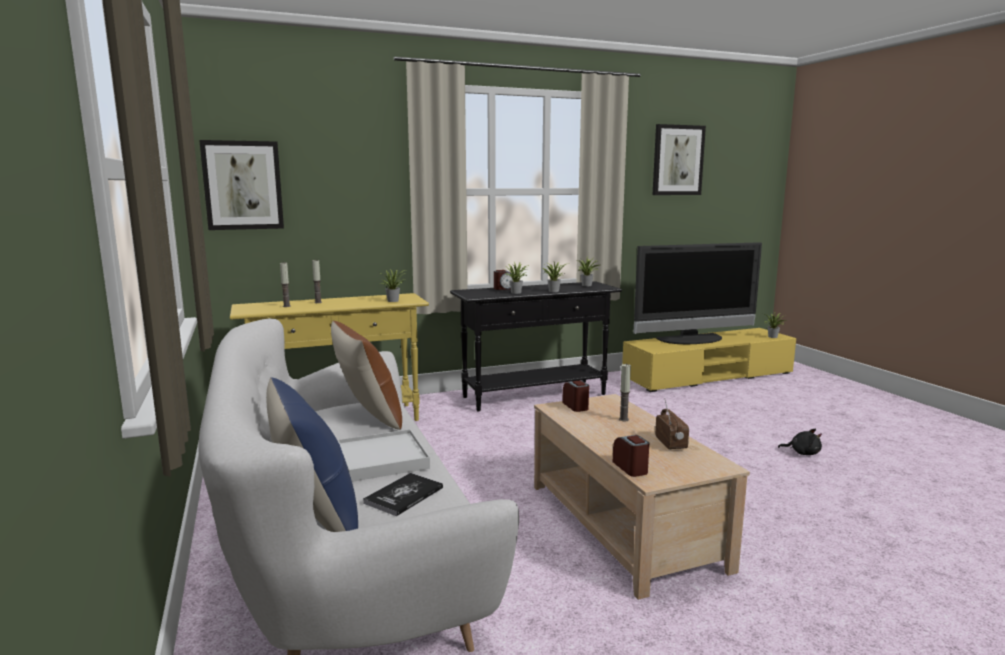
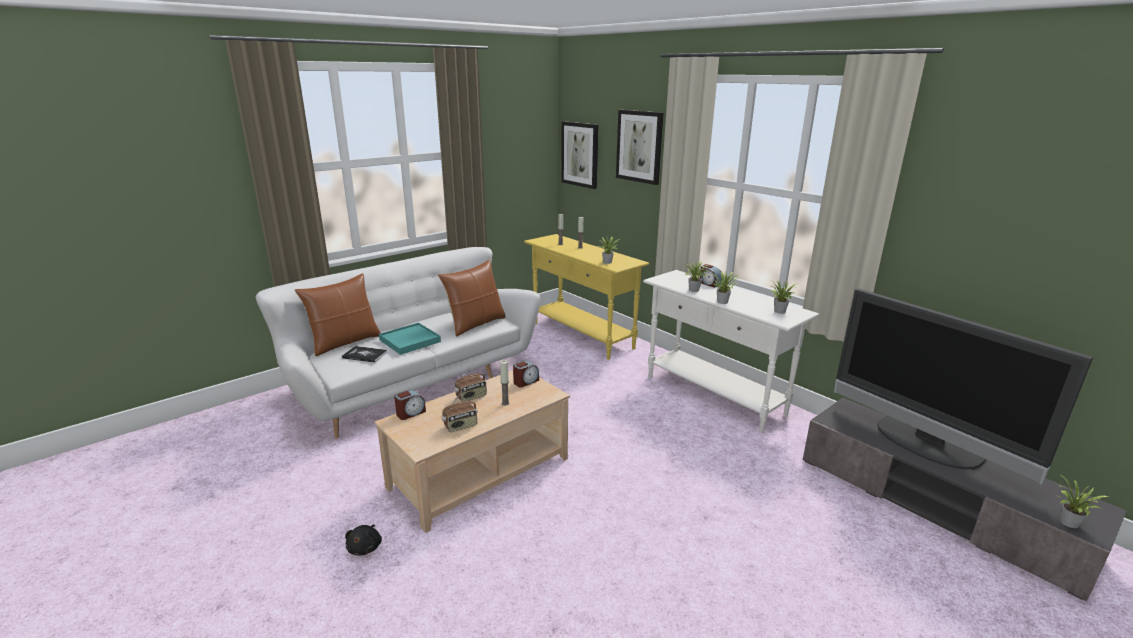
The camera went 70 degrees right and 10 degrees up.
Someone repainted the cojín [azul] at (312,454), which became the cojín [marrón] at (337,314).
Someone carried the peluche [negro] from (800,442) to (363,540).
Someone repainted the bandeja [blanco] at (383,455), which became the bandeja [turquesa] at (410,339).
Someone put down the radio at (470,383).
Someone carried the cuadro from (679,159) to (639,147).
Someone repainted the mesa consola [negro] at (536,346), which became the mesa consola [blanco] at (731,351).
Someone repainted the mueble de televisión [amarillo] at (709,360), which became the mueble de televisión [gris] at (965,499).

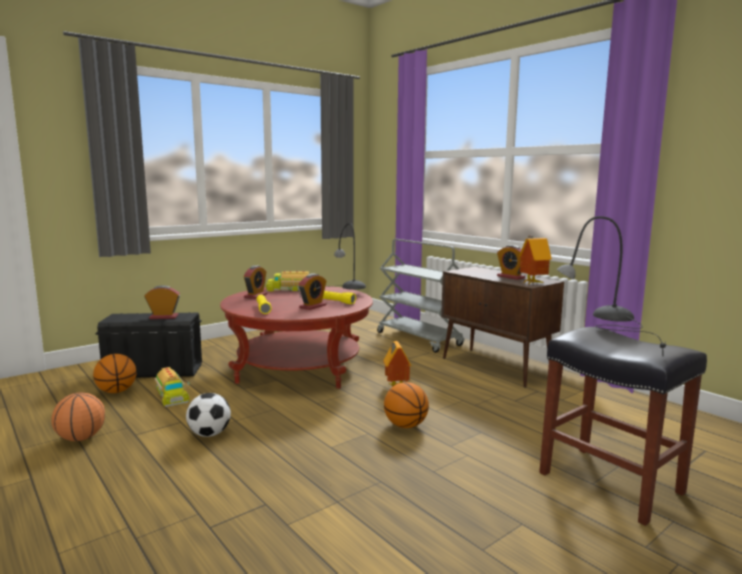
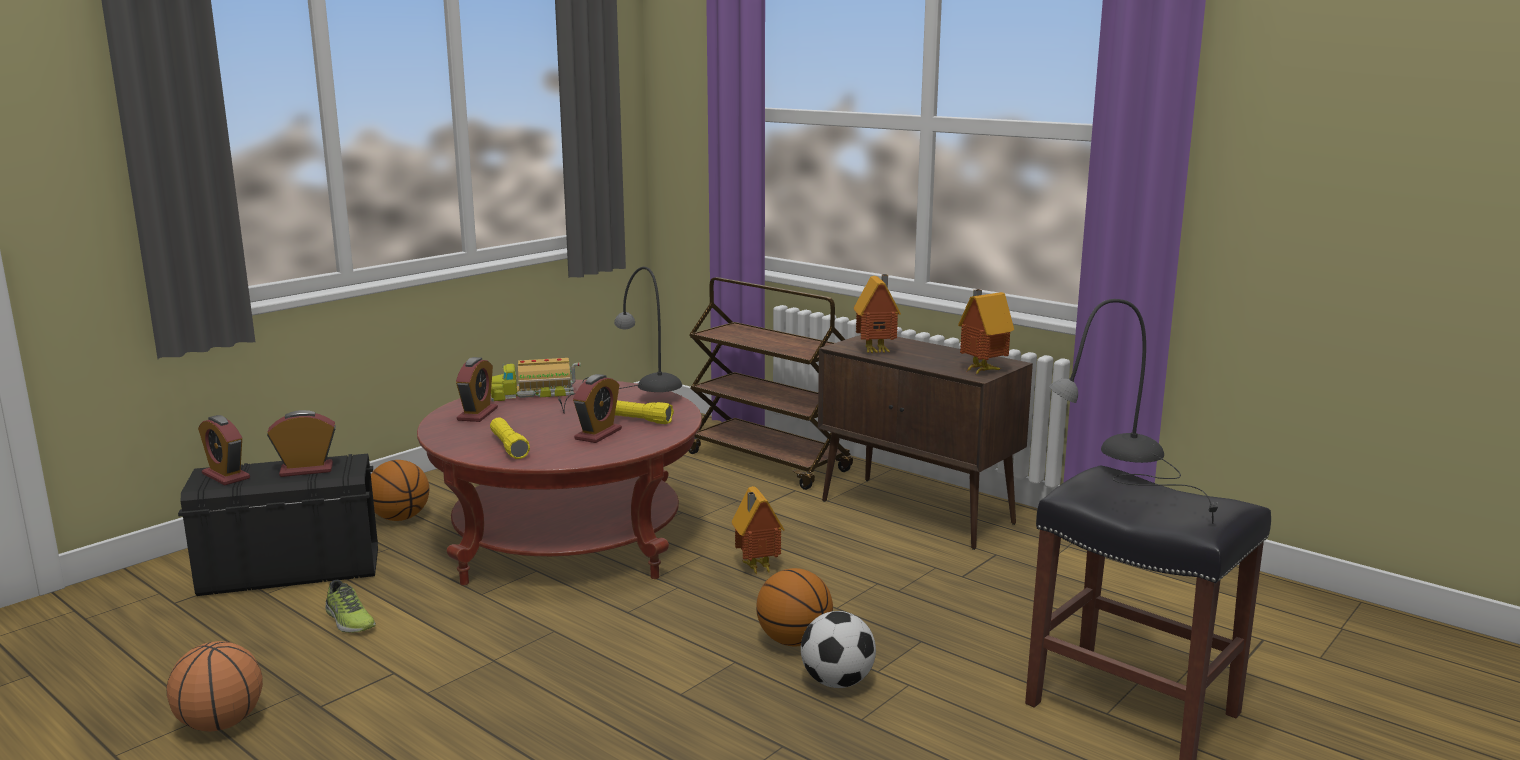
The camera went 10 degrees left and 5 degrees up.
Someone carried the despertador from (511,262) to (224,450).
Someone swapped the camión de juguete at (172,387) for the zapato at (350,606).
Someone carried the balón de baloncesto from (114,373) to (400,490).
Someone repainted the carrito [gris] at (420,296), which became the carrito [marrón] at (771,383).
Someone carried the balón de fútbol from (208,415) to (838,649).
Someone put down the casita at (877,313).

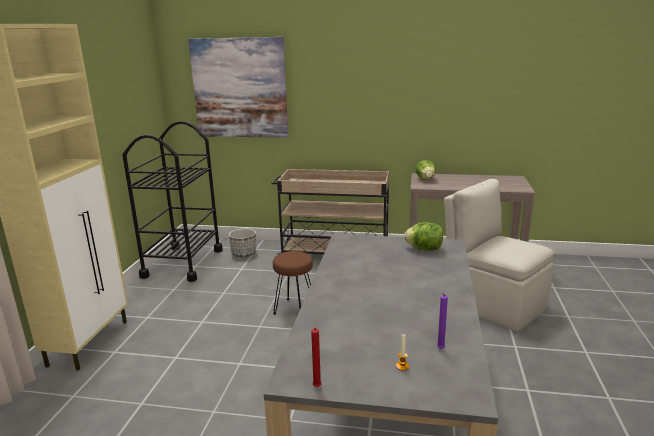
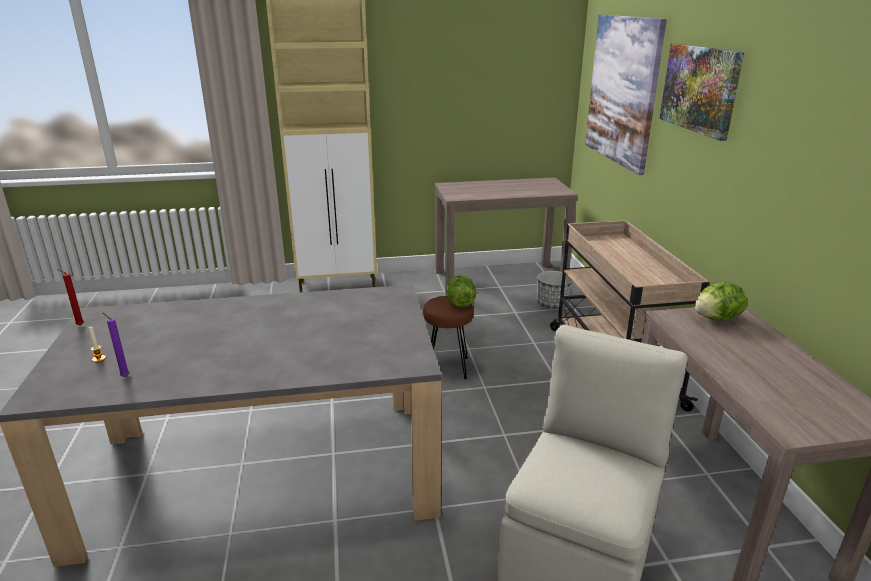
The camera went 70 degrees right and 5 degrees up.
Someone swapped the carrito [negro] at (172,201) for the mesa consola [marrón] at (506,236).
Someone carried the lechuga from (423,236) to (461,291).
Someone put up the cuadro at (701,92).

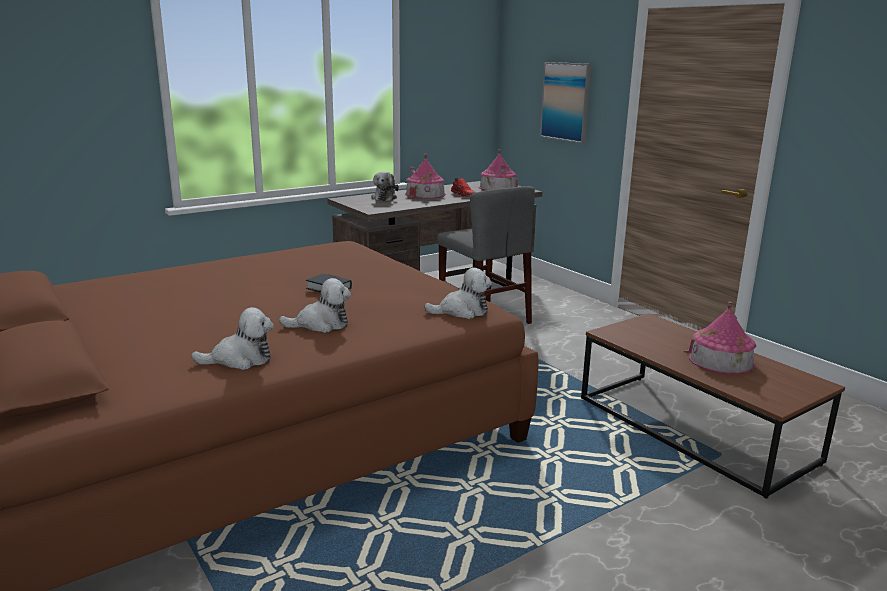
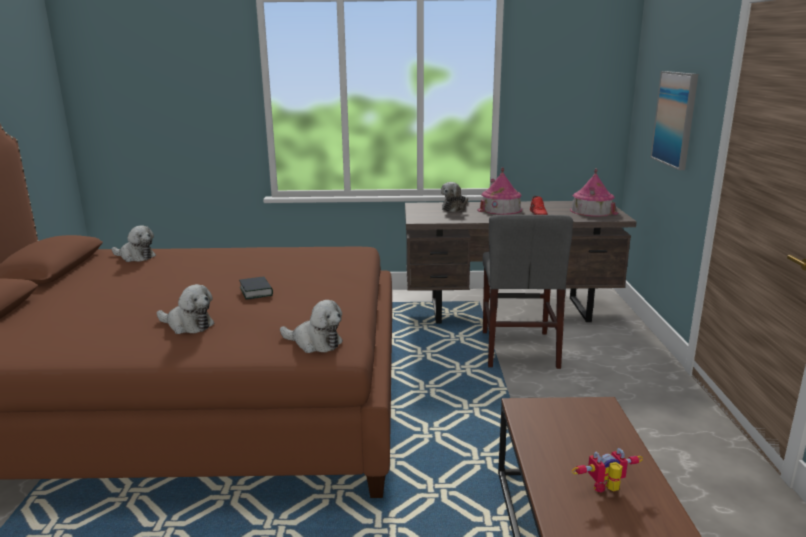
The camera went 35 degrees right and 0 degrees up.
Someone carried the peluche from (232,338) to (134,243).
Someone swapped the casita at (720,338) for the robot de juguete at (607,470).

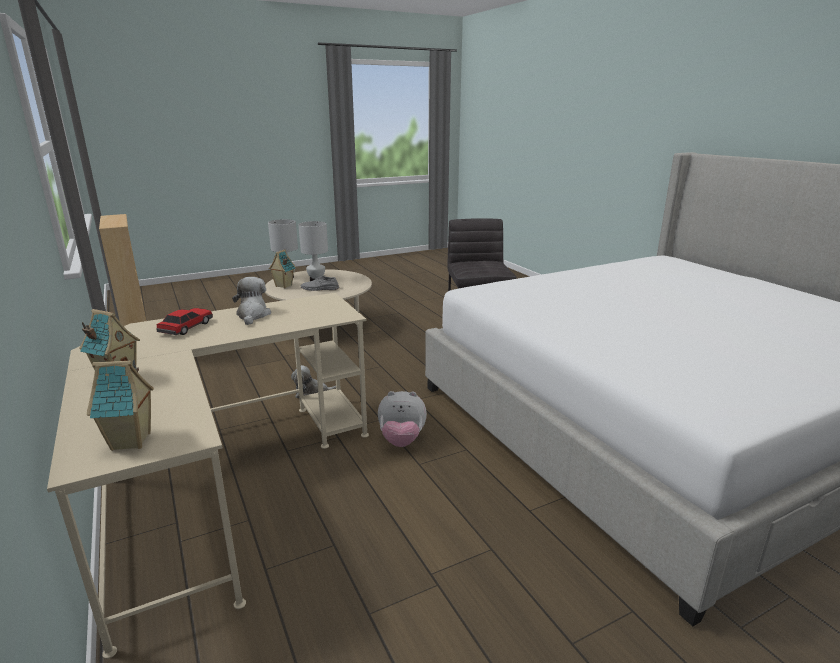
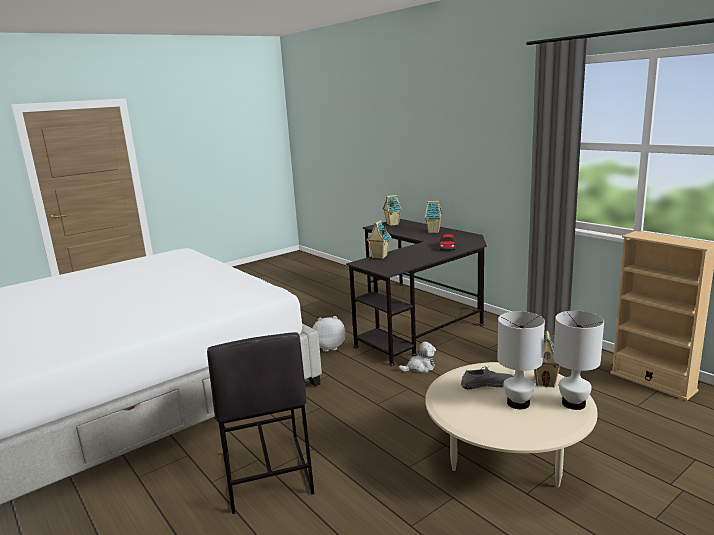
The camera went 170 degrees right and 5 degrees down.
Someone repainted the escritorio [beis] at (208,476), which became the escritorio [negro] at (416,292).
Someone put down the casita at (378,239).
Someone took away the peluche at (251,301).

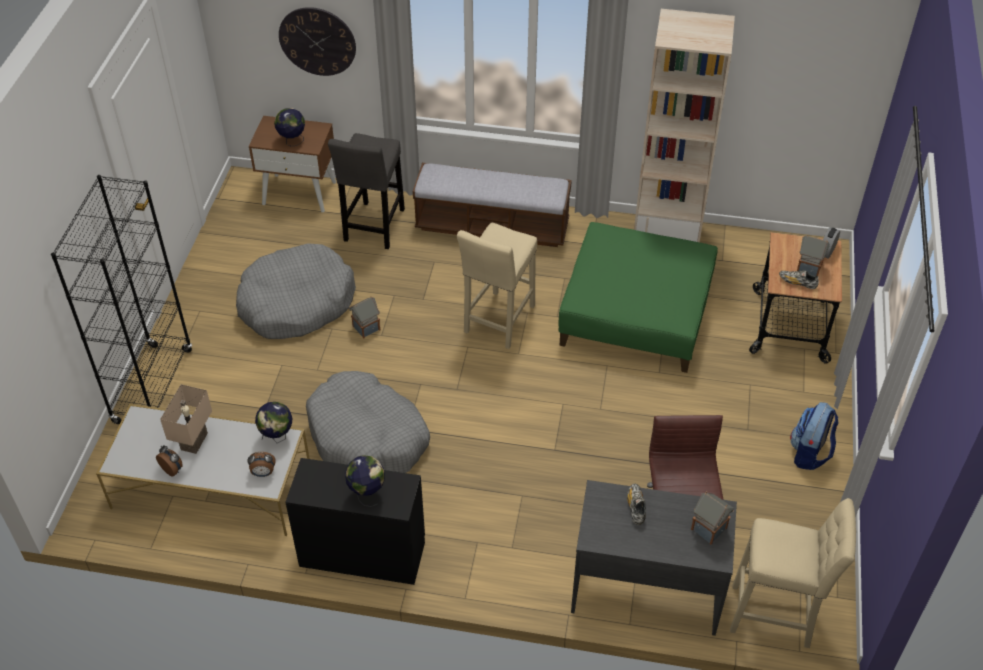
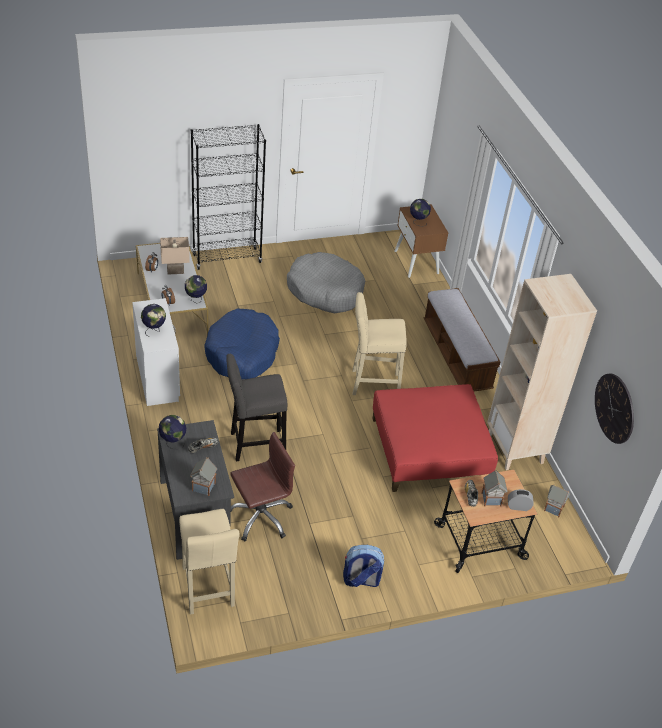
The camera went 60 degrees right and 5 degrees down.
Someone repainted the cómoda [negro] at (355,521), which became the cómoda [blanco] at (156,352).
Someone put down the globo terráqueo at (172,432).
Someone repainted the cama para perro [gris] at (368,422), which became the cama para perro [azul] at (242,344).
Someone carried the taburete [gris] from (366,191) to (256,407).
Someone repainted the puf [verde] at (638,297), which became the puf [rojo] at (435,438).
Someone carried the casita from (364,318) to (557,501).
Someone carried the reloj de pared from (317,41) to (614,408).

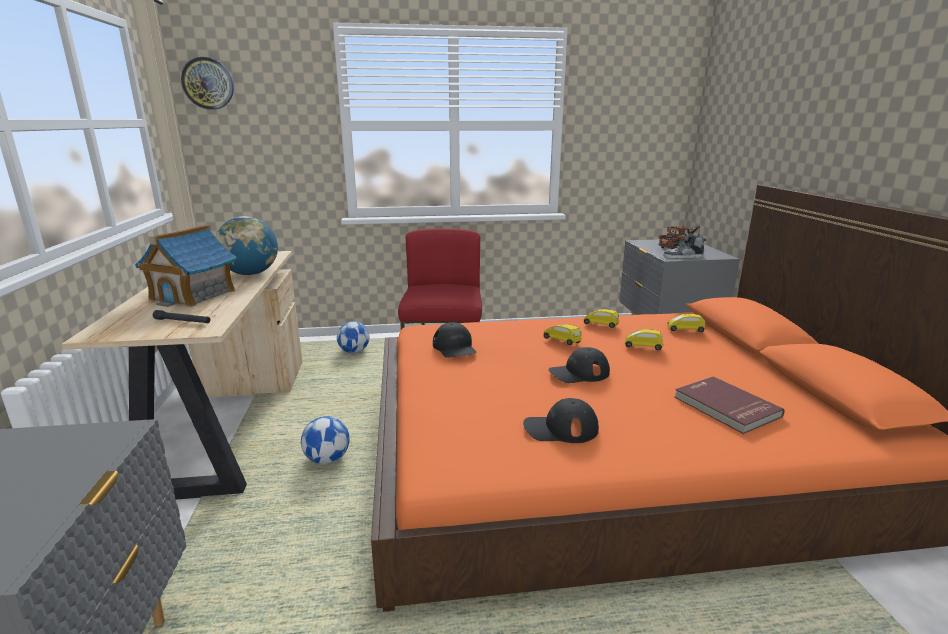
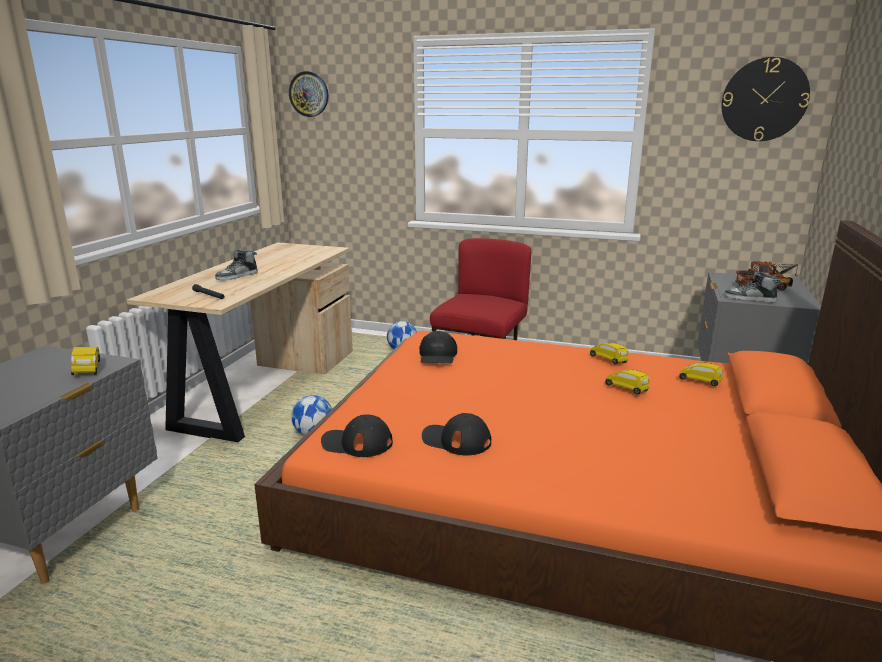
The camera went 25 degrees right and 0 degrees up.
Someone carried the coche de juguete [amarillo] from (562,335) to (85,361).
Someone swapped the casita at (186,266) for the zapato at (236,265).
Someone carried the gorra [negro] from (579,365) to (357,435).
Someone put up the reloj de pared at (765,99).
Someone took away the globo terráqueo at (247,245).
Someone took away the libro [rojo] at (730,405).

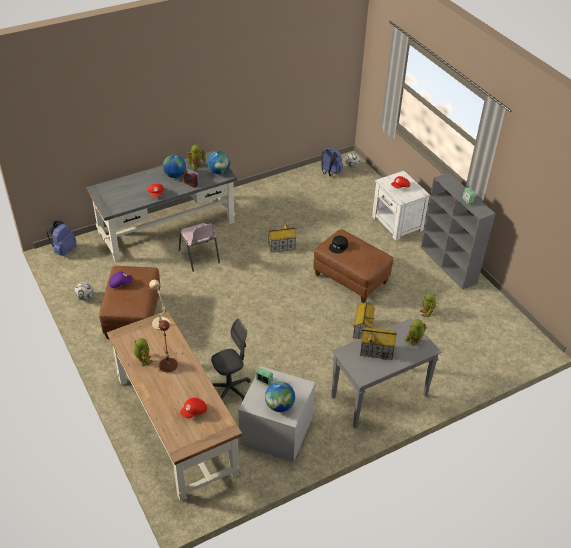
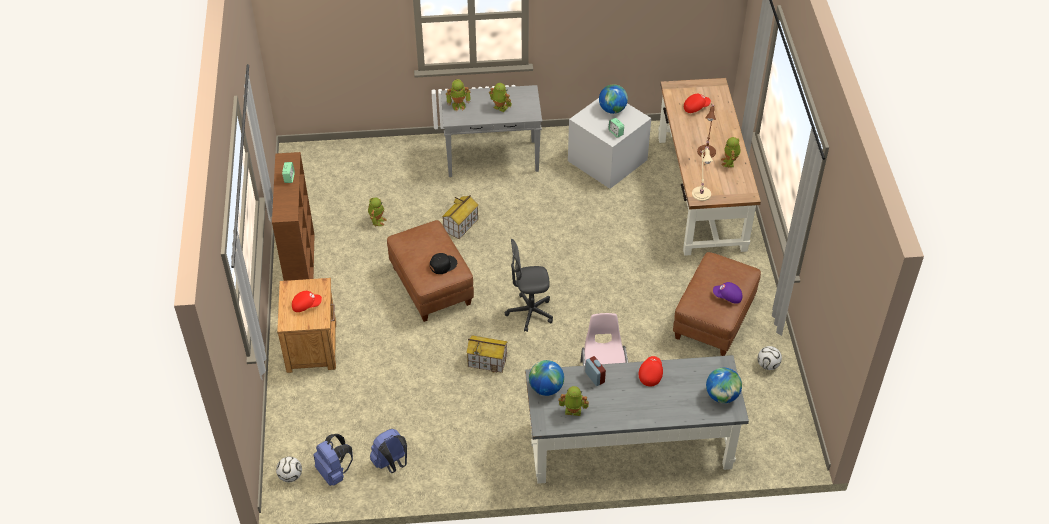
The camera went 155 degrees left and 5 degrees up.
Someone repainted the estantería [gris] at (458,231), which became the estantería [marrón] at (293,216).
Someone repainted the mesita de noche [blanco] at (401,206), which became the mesita de noche [marrón] at (306,325).
Someone carried the mochila [azul] from (61,238) to (388,451).
Someone swapped the casita at (378,343) for the robot de juguete at (500,97).
Someone carried the silla de oficina [gris] from (231,360) to (529,285).
Someone carried the globo terráqueo from (174,166) to (724,385).

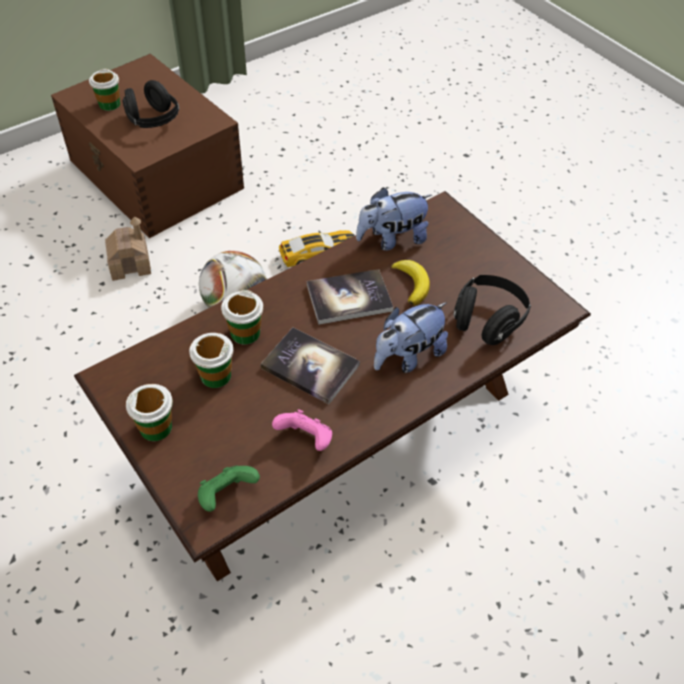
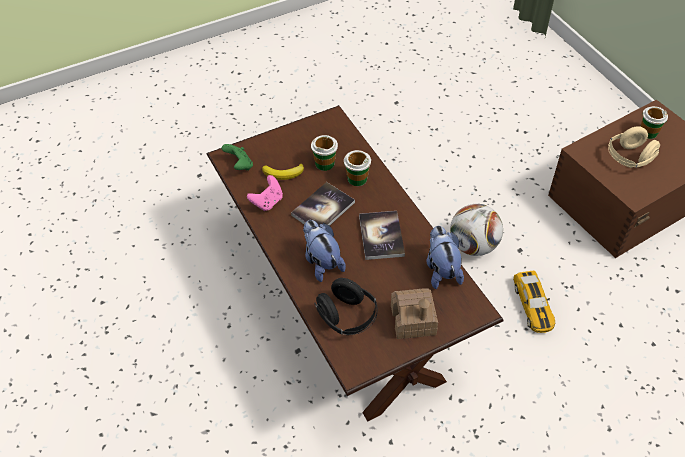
The camera went 100 degrees right and 0 degrees up.
Someone carried the plátano from (410,282) to (283,172).
Someone carried the casita from (128,249) to (414,313).
Someone repainted the auriculares [negro] at (151,104), which became the auriculares [beis] at (634,147).
Someone took away the taza at (149,412).

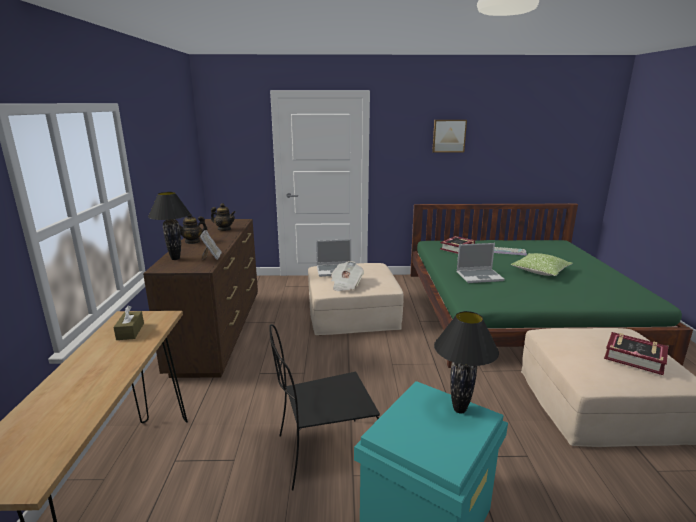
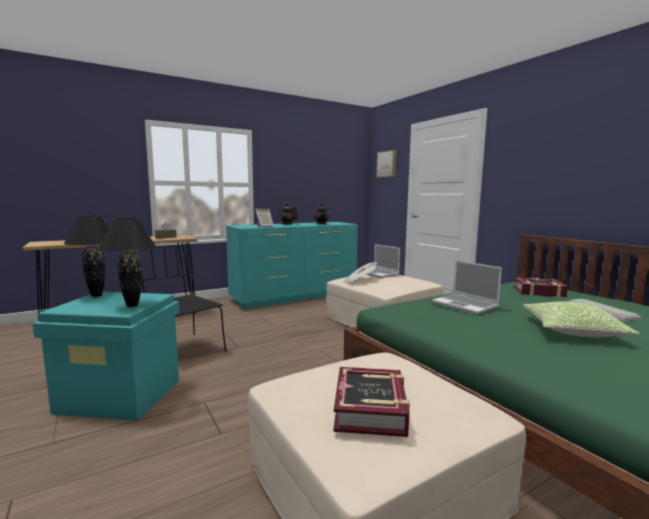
The camera went 60 degrees right and 10 degrees down.
Someone carried the lámpara de mesa [negro] from (169,226) to (86,256).
Someone repainted the cómoda [marrón] at (200,298), which became the cómoda [turquesa] at (292,265).
Someone carried the cuadro from (449,136) to (386,164).

